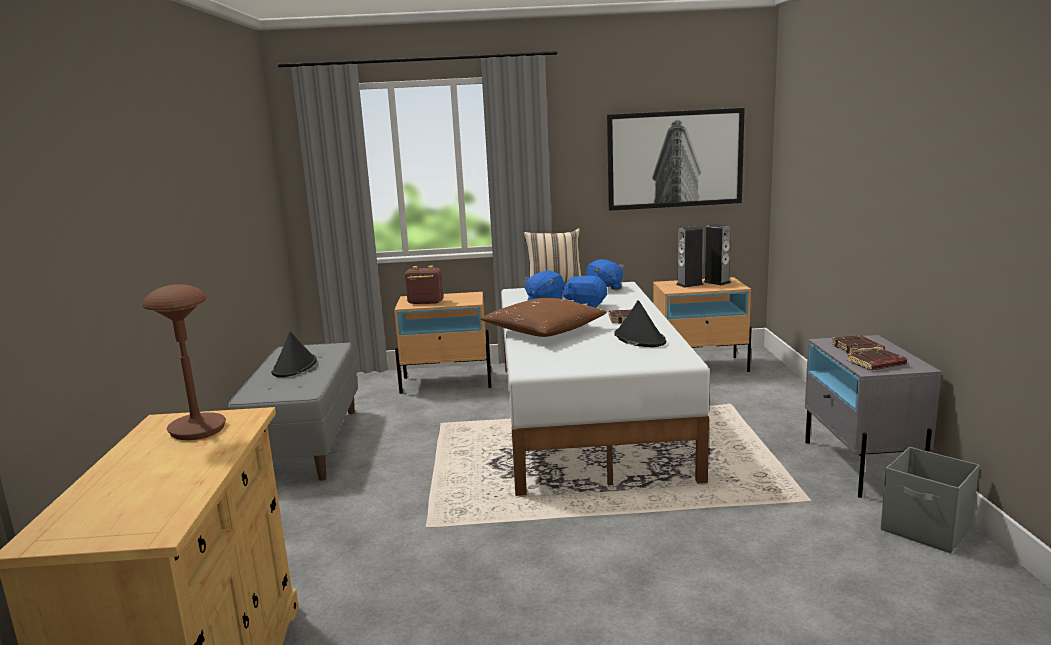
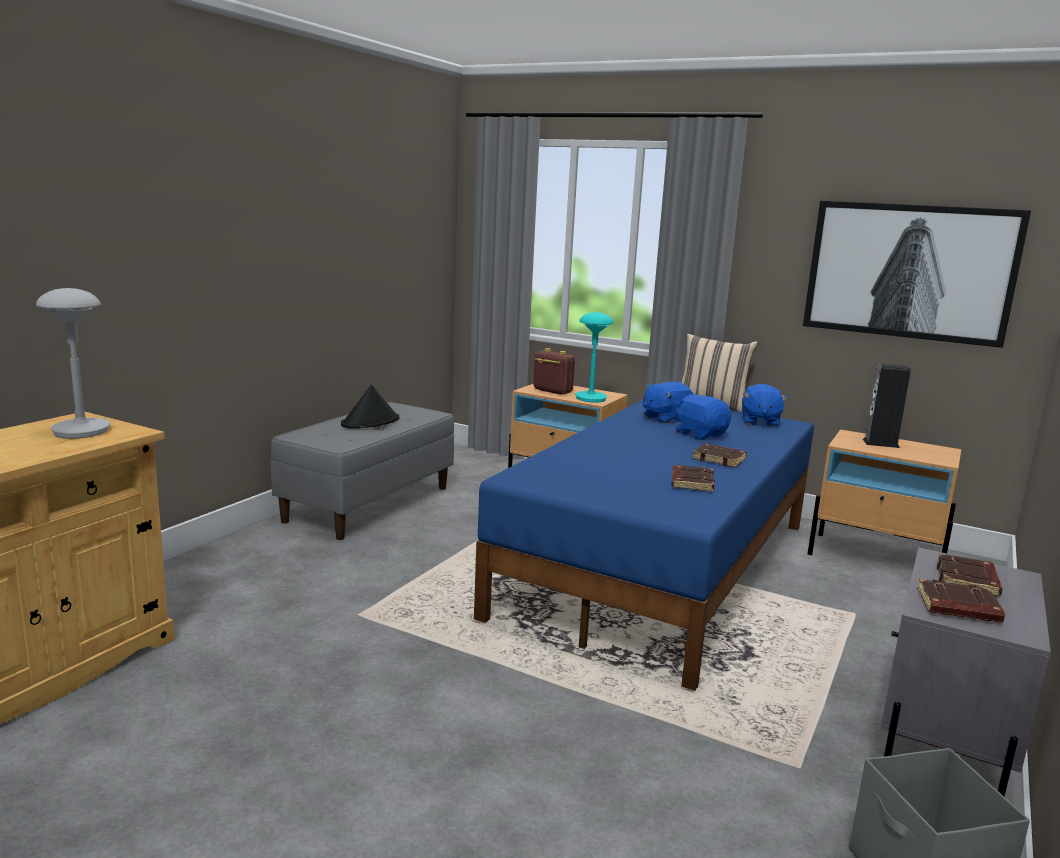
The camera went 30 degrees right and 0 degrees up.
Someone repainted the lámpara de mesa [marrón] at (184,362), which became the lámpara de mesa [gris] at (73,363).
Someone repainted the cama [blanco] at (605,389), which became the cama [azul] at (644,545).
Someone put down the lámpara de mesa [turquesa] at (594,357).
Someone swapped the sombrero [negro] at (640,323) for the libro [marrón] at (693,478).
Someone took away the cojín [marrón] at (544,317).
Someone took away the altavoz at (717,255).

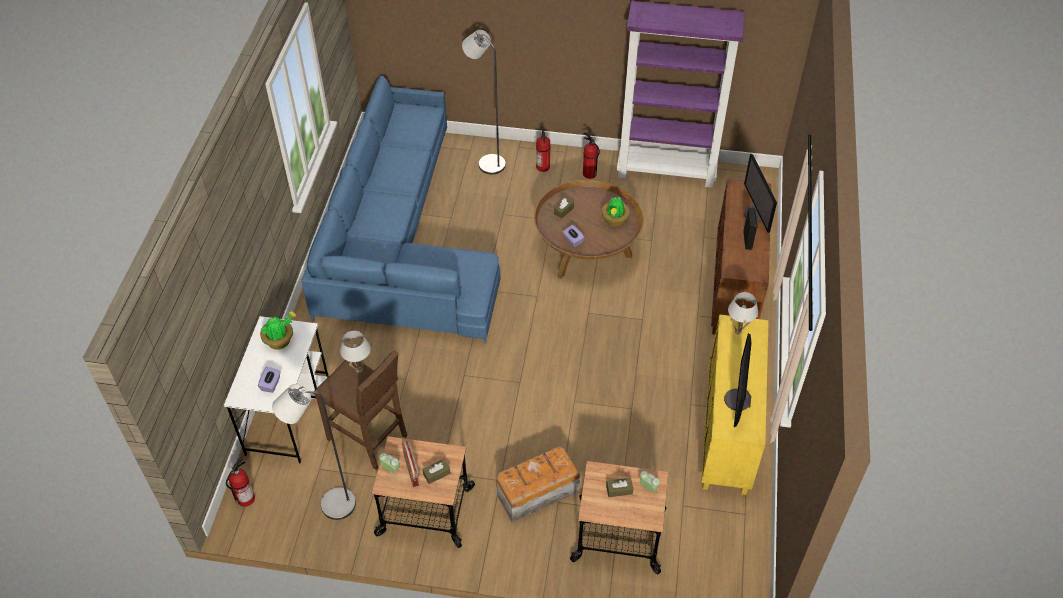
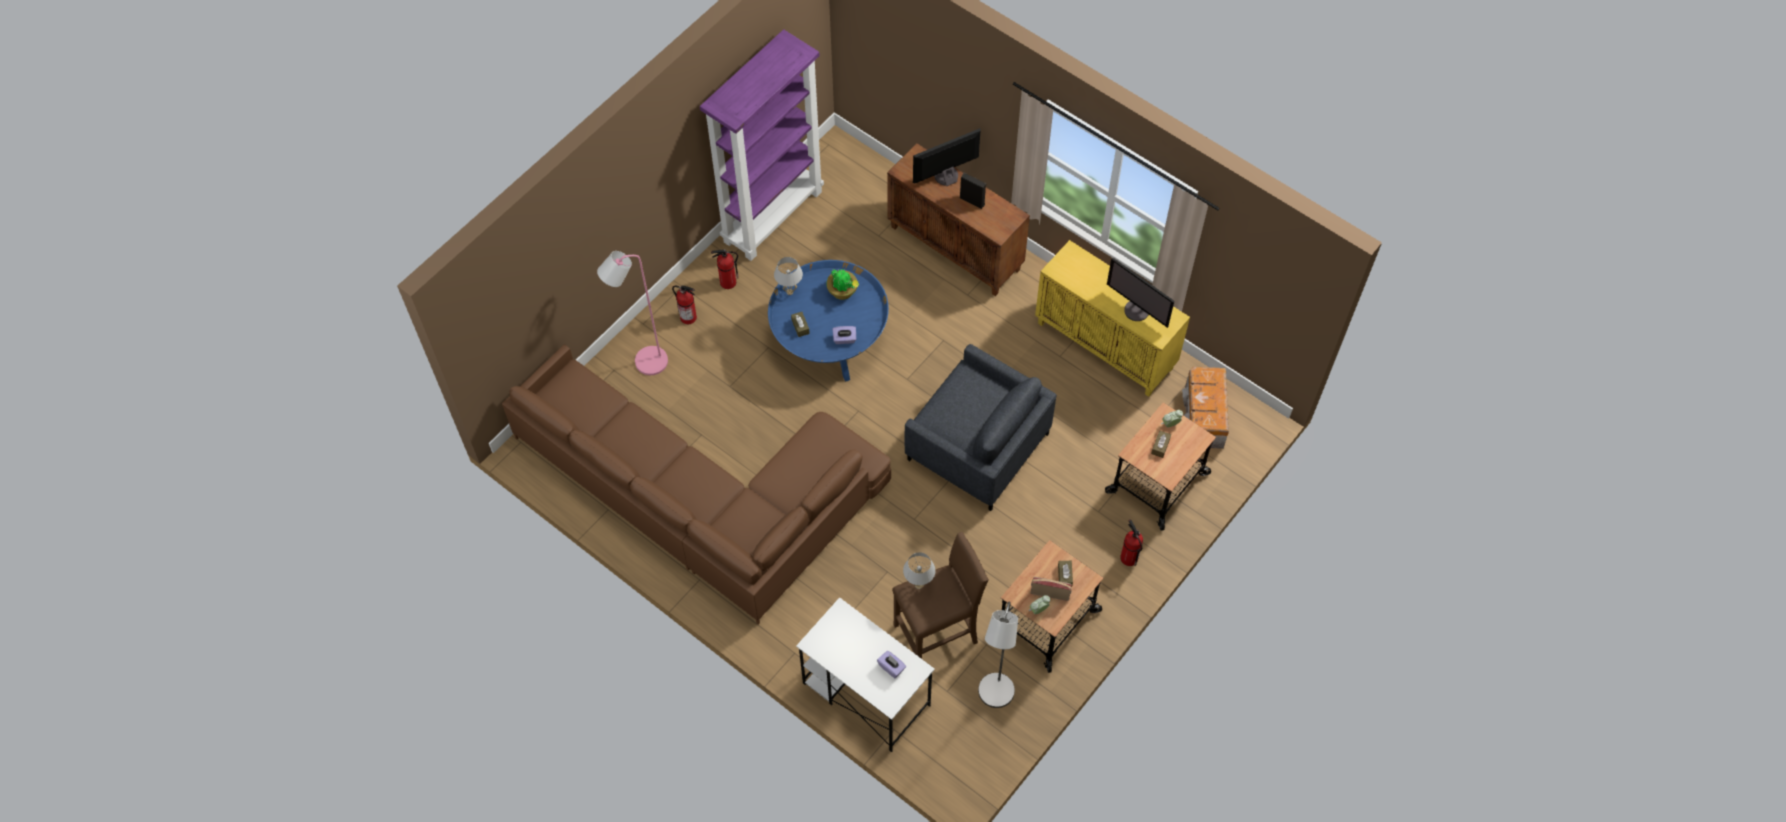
The camera went 60 degrees left and 10 degrees up.
Someone repainted the sofá [azul] at (400,210), which became the sofá [marrón] at (696,485).
Someone repainted the lámpara de pie [gris] at (484,102), which became the lámpara de pie [rosa] at (632,313).
Someone repainted the mesa de centro [marrón] at (589,229), which became the mesa de centro [azul] at (828,321).
Someone carried the lámpara de mesa [blanco] from (743,313) to (788,276).
Someone put down the sillón [gris] at (981,427).
Someone rotated the monitor at (760,193) by 135 degrees clockwise.
Someone carried the extintor from (240,481) to (1131,542).
Someone carried the caja de almacenaje from (538,484) to (1205,408).
Someone took away the planta en maceta at (278,330).

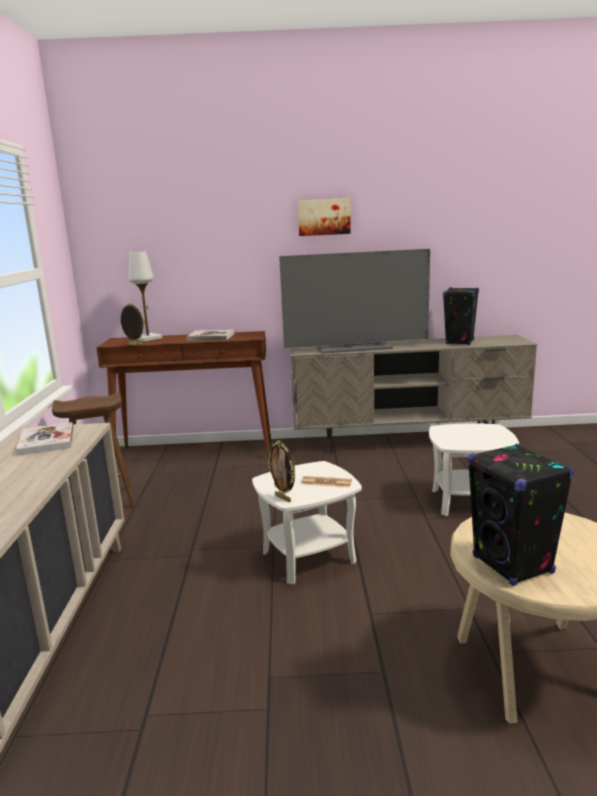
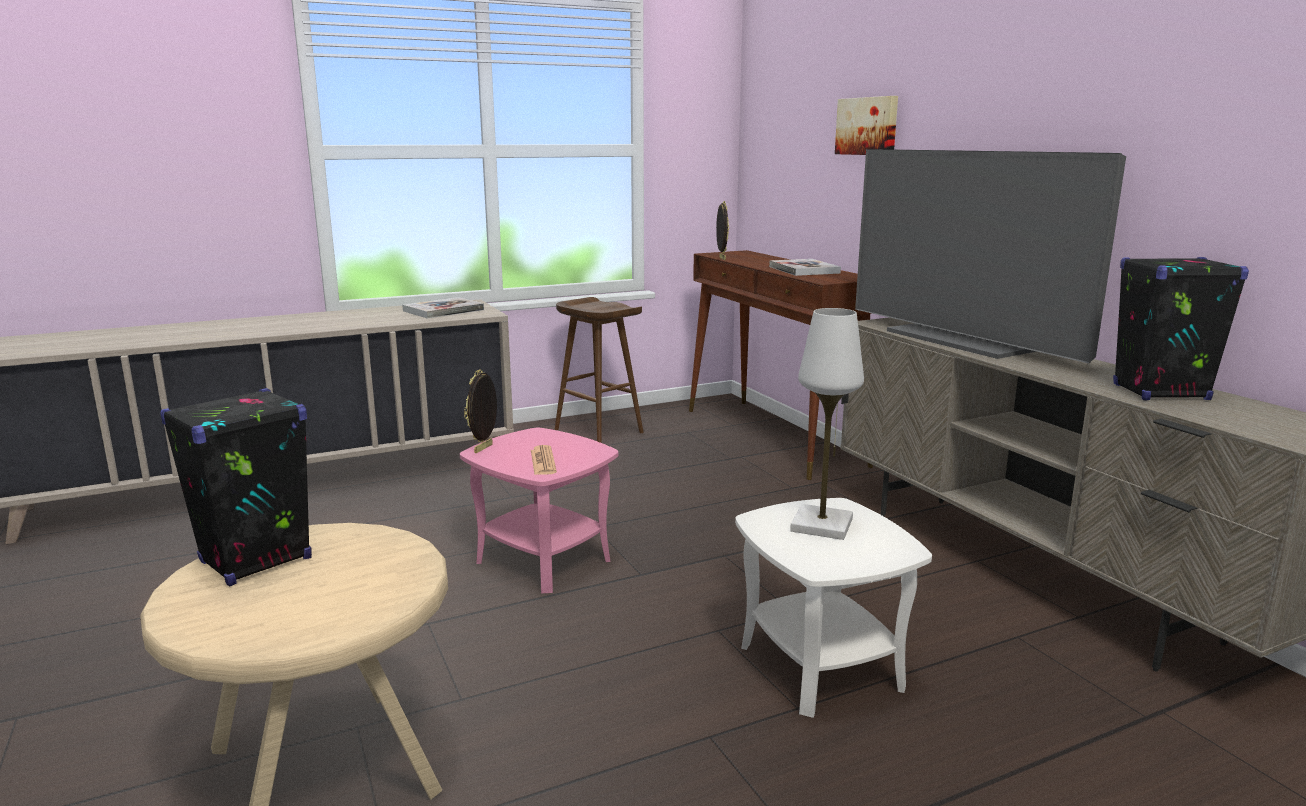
The camera went 65 degrees right and 0 degrees up.
Someone repainted the mesa auxiliar [blanco] at (307,522), which became the mesa auxiliar [rosa] at (539,510).
Someone carried the lámpara de mesa [blanco] from (145,296) to (827,424).
Someone carried the cuadro from (324,217) to (866,125).

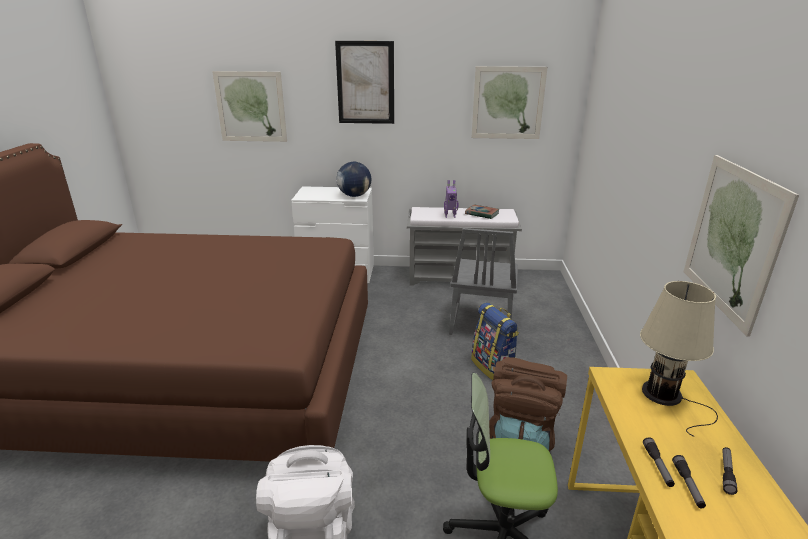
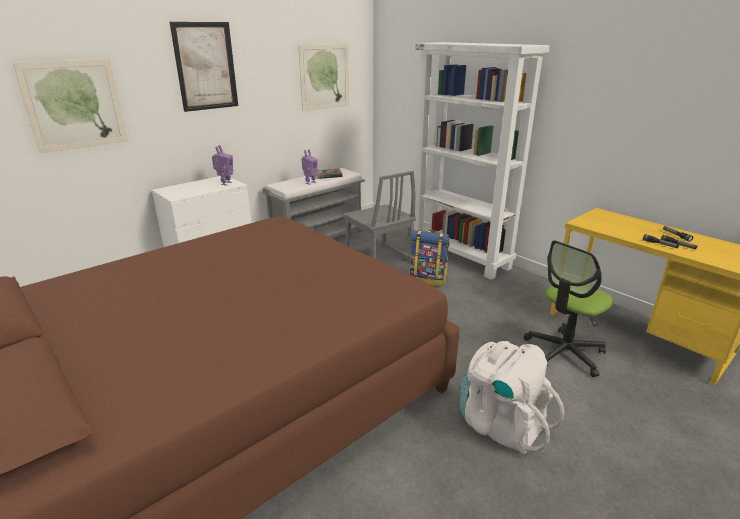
The camera went 45 degrees left and 0 degrees up.
Someone swapped the globo terráqueo at (354,179) for the robot de juguete at (222,165).
Someone put down the estantería [blanco] at (482,161).
Someone took away the mochila [marrón] at (528,404).
Someone took away the lámpara de mesa [beis] at (679,359).
Someone took away the cuadro at (741,246).

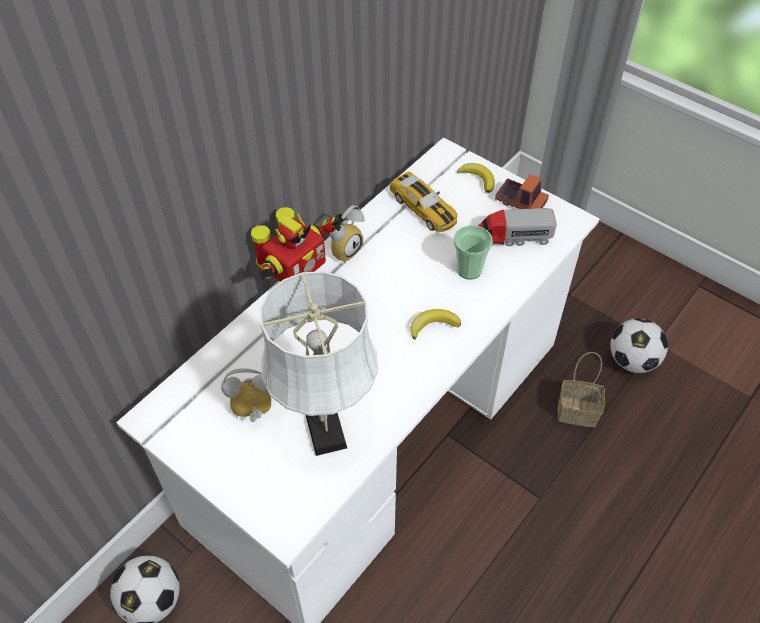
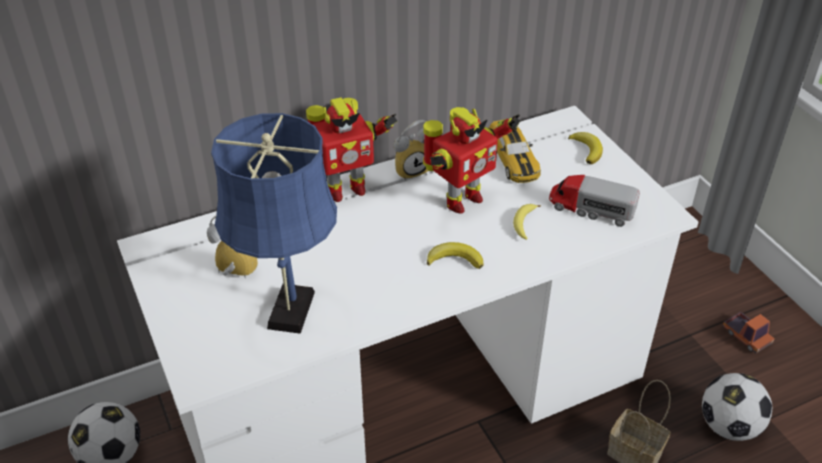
The camera went 25 degrees right and 10 degrees down.
Someone repainted the lámpara de mesa [blanco] at (319,363), which became the lámpara de mesa [azul] at (274,223).
Someone put down the robot de juguete at (471,160).
Someone swapped the taza at (473,252) for the plátano at (527,222).
Someone carried the camión de juguete from (522,191) to (749,333).

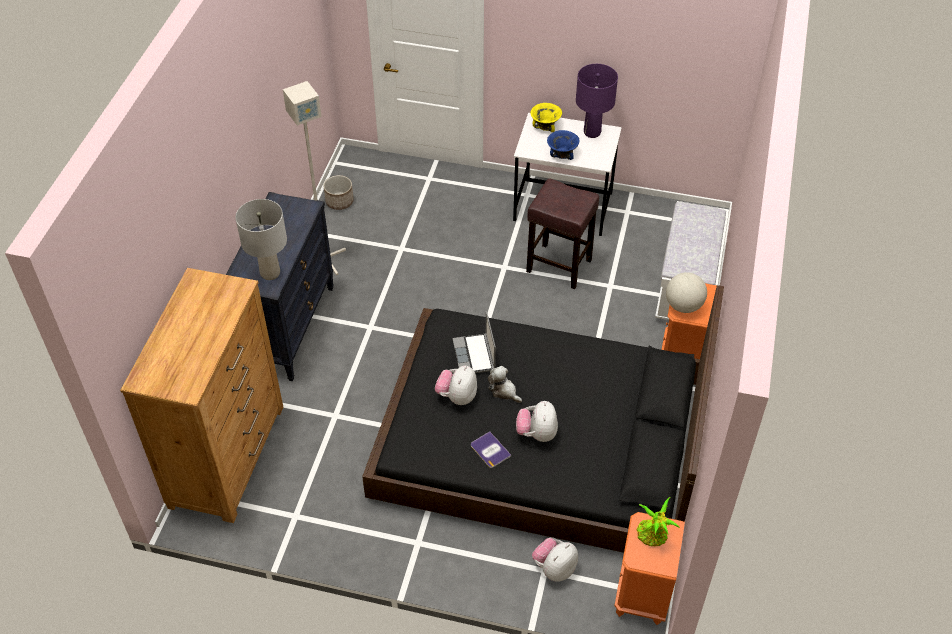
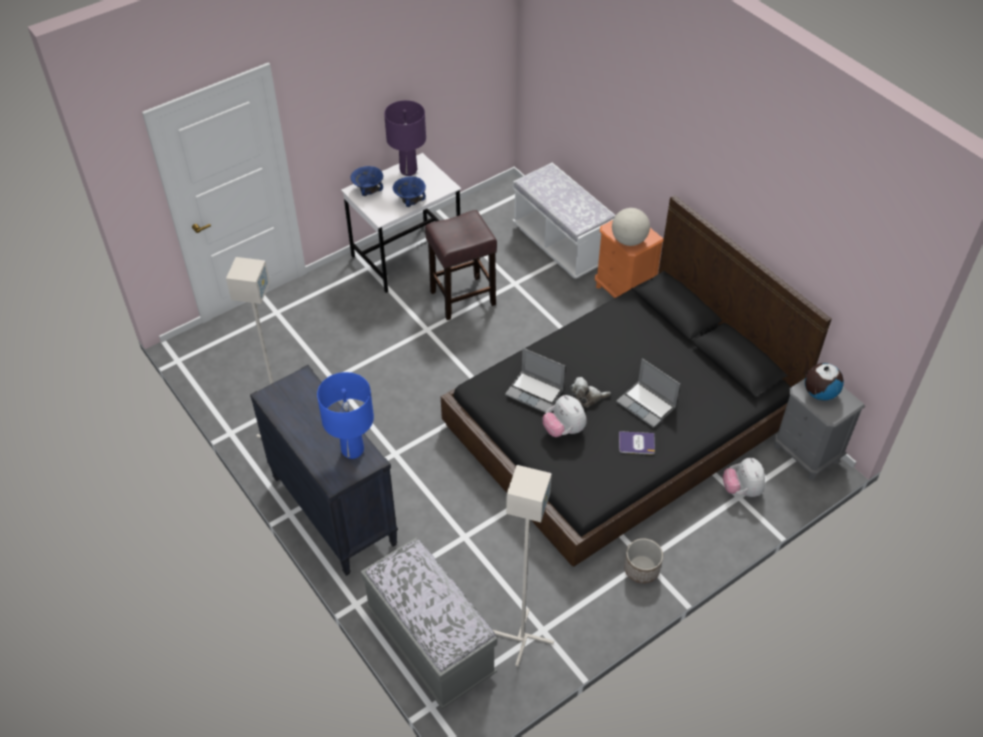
The camera went 50 degrees left and 0 degrees up.
Someone repainted the lámpara de mesa [gris] at (261,239), which became the lámpara de mesa [azul] at (345,415).
Someone repainted the cuenco [amarillo] at (546,117), which became the cuenco [azul] at (367,181).
Someone swapped the cómoda [marrón] at (201,395) for the banco [gris] at (429,623).
Someone put down the lámpara de pie [gris] at (523,566).
Someone swapped the peluche at (537,421) for the portátil at (648,393).
Someone carried the maceta from (339,192) to (643,561).
Someone repainted the mesita de noche [naranja] at (649,568), which became the mesita de noche [gris] at (819,429).
Someone swapped the planta en maceta at (658,521) for the globo terráqueo at (824,382).

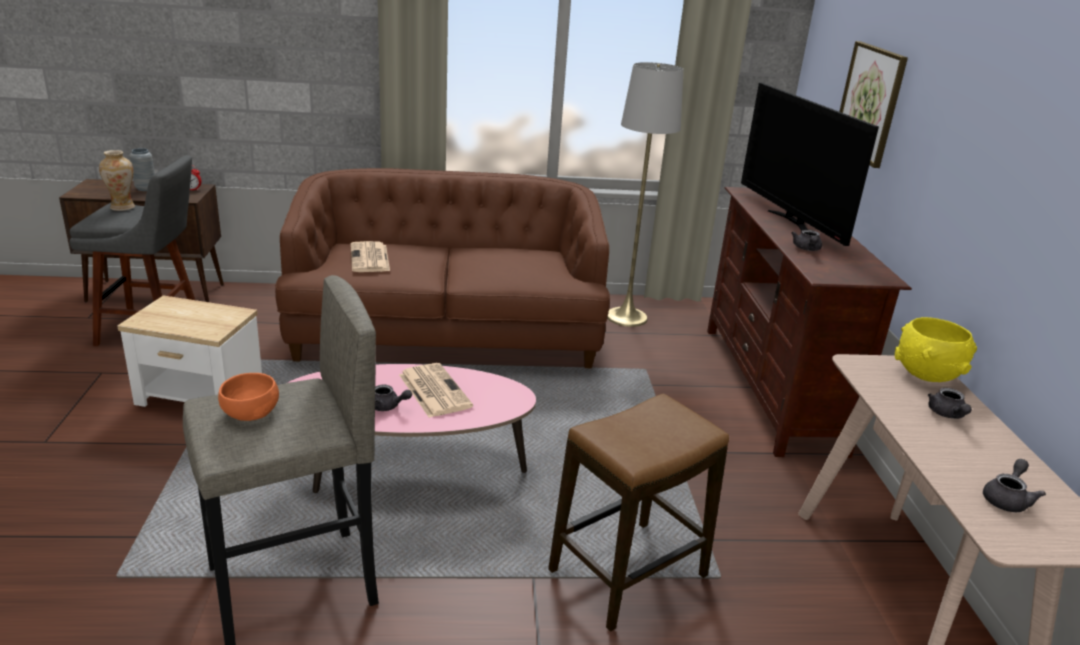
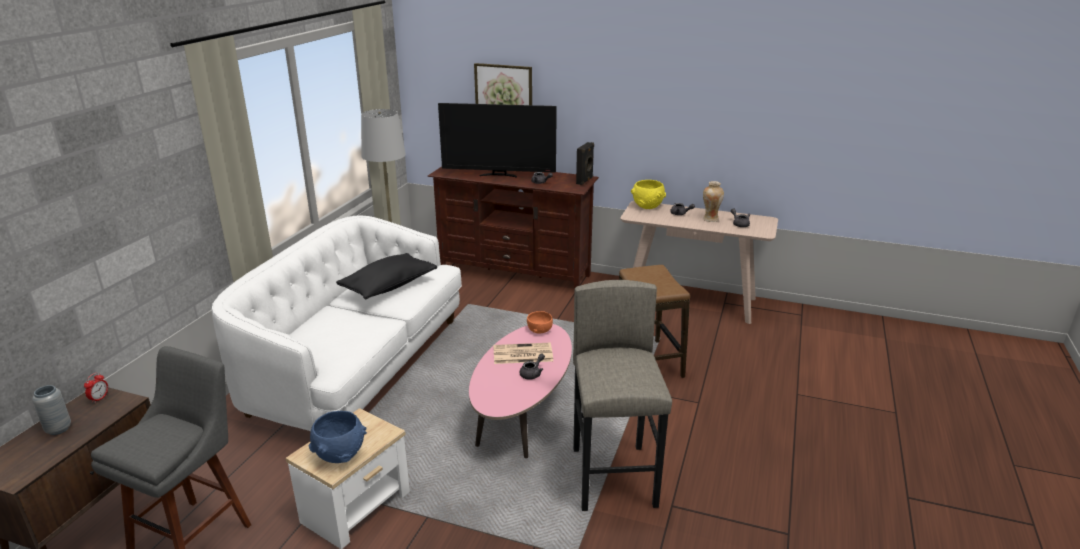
The camera went 65 degrees left and 0 degrees up.
Someone repainted the sofá [marrón] at (442,268), which became the sofá [blanco] at (337,323).
Someone put down the cuenco [azul] at (338,437).
Someone put down the cojín [negro] at (386,276).
Someone carried the cuenco [naranja] from (248,397) to (540,322).
Someone put down the altavoz [negro] at (585,163).
Someone carried the florero from (117,180) to (713,201).
Someone took away the periódico at (370,256).

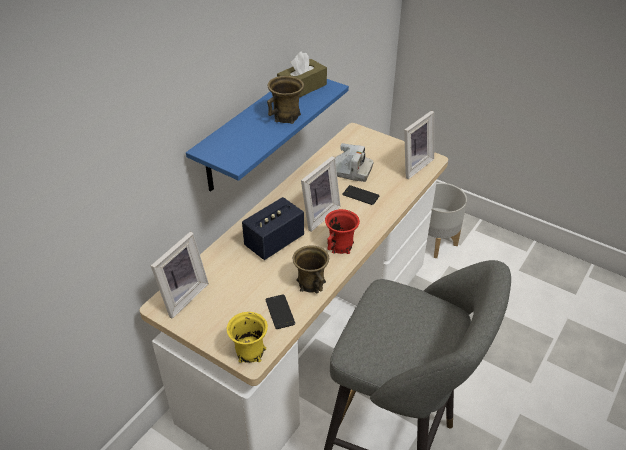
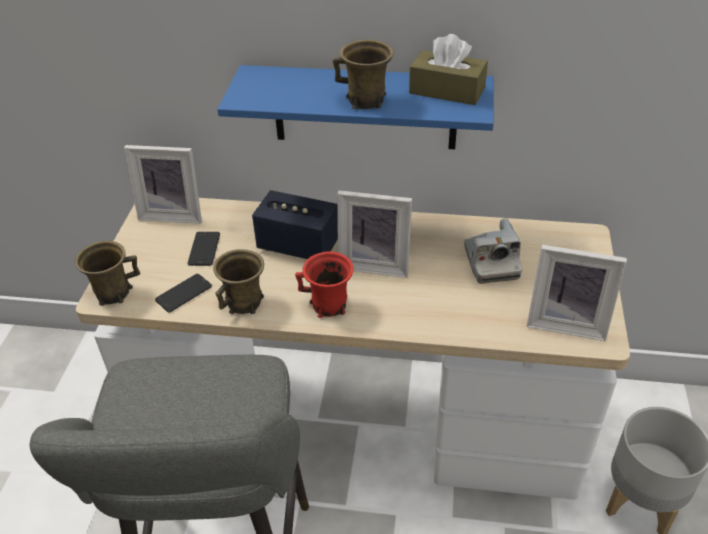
The camera went 65 degrees right and 0 degrees up.
Someone repainted the taza grande [amarillo] at (247,337), which became the taza grande [marrón] at (107,273).
Someone carried the móvil from (361,195) to (204,249).

